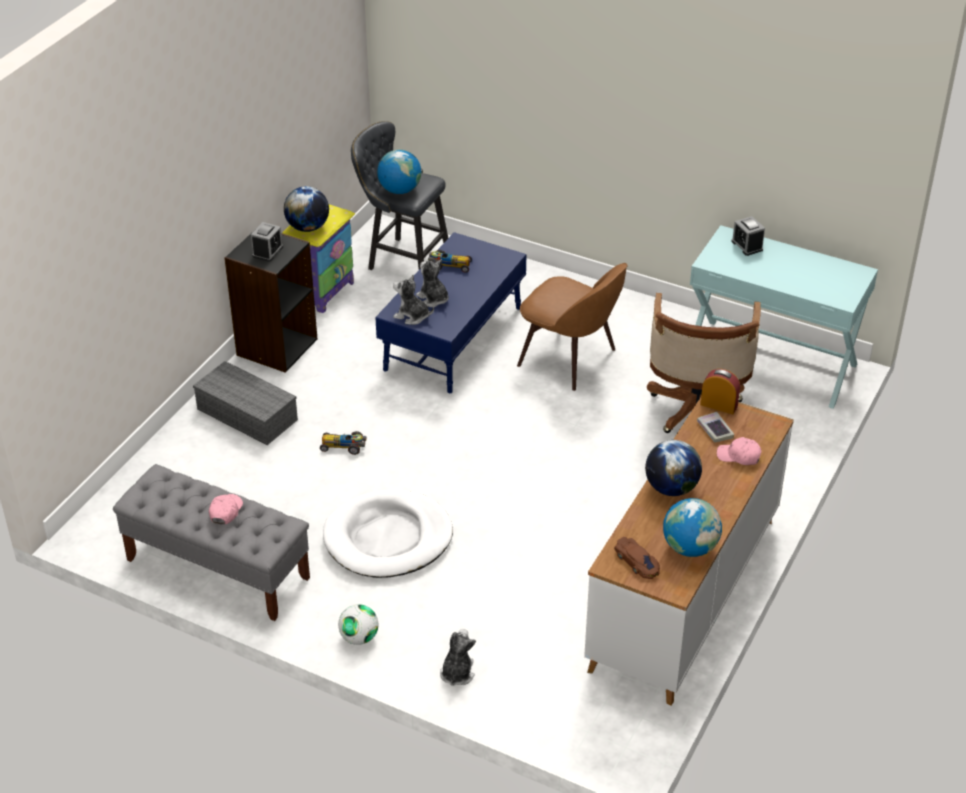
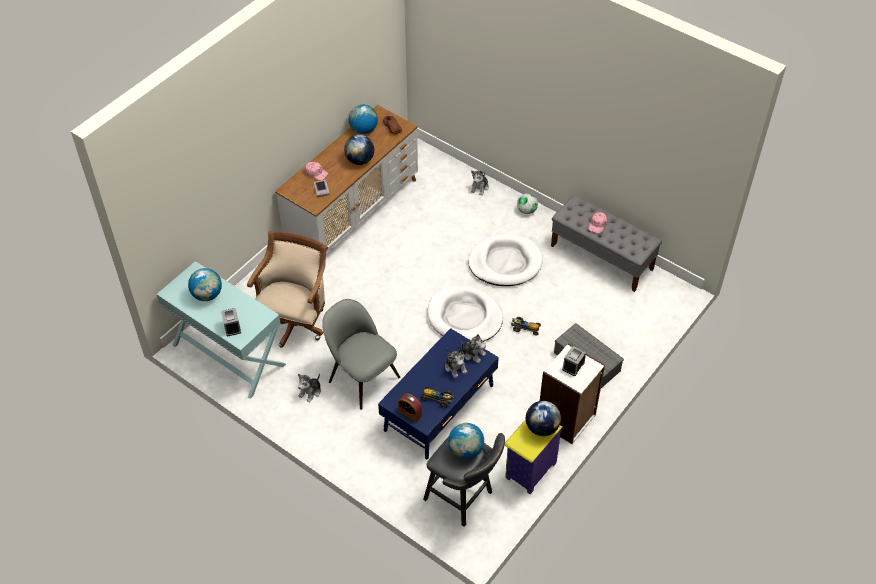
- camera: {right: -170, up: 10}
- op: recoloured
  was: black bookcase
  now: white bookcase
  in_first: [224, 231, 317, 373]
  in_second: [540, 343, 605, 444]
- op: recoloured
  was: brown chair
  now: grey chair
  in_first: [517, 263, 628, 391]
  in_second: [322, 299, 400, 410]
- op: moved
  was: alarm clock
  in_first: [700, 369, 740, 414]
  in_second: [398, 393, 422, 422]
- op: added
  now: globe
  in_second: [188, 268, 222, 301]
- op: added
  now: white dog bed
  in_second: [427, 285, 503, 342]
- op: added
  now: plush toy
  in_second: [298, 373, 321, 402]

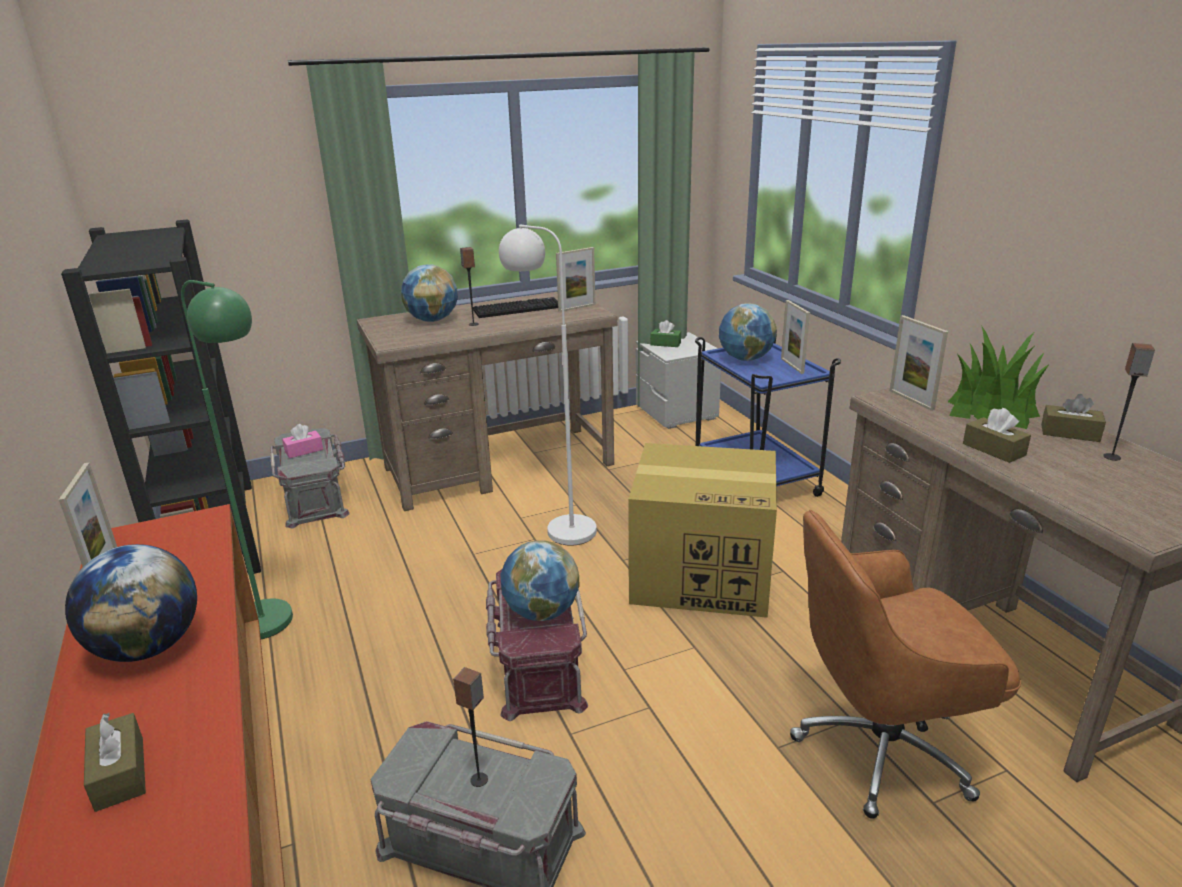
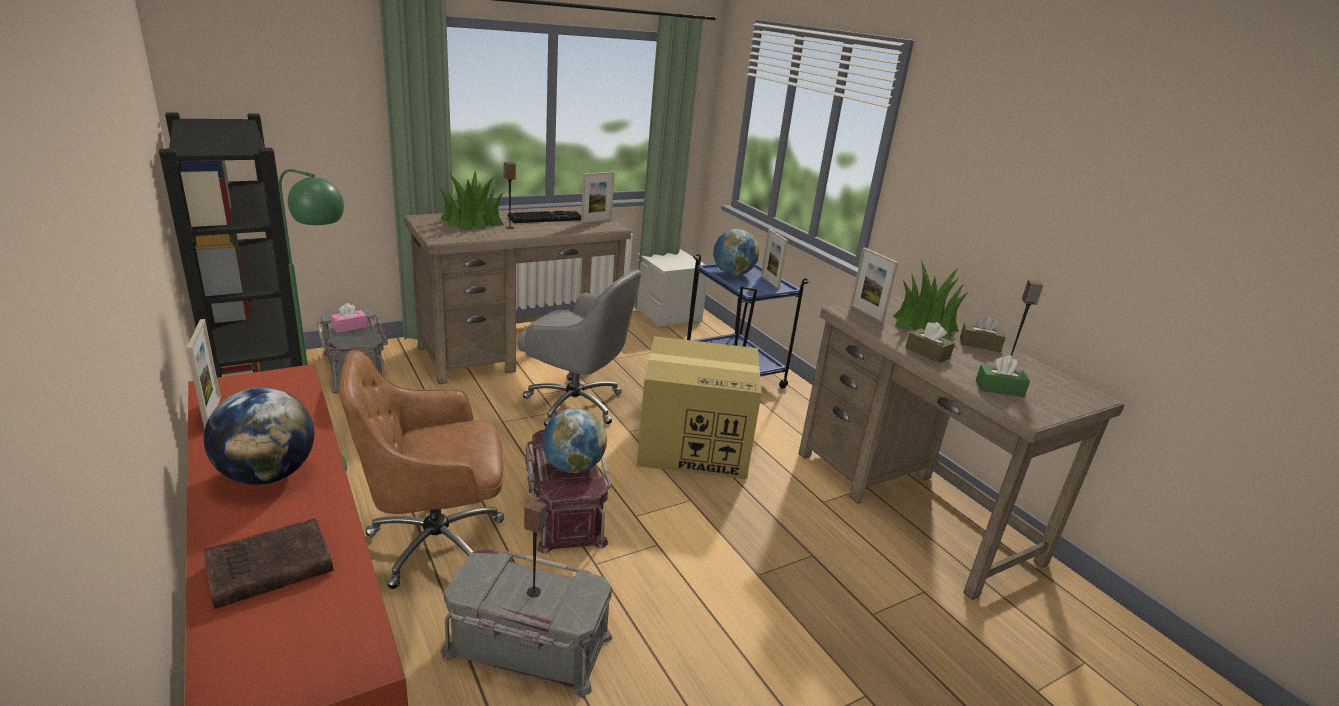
- camera: {right: -10, up: 0}
- op: replaced
  was: white floor lamp
  now: grey office chair
  in_first: [499, 225, 597, 546]
  in_second: [517, 269, 642, 427]
- op: replaced
  was: globe
  now: potted plant
  in_first: [401, 264, 458, 322]
  in_second: [440, 170, 504, 231]
- op: moved
  was: green tissue box
  in_first: [650, 320, 681, 347]
  in_second: [976, 355, 1030, 397]
- op: moved
  was: brown office chair
  in_first: [790, 509, 1021, 819]
  in_second: [339, 349, 505, 589]
- op: replaced
  was: brown tissue box
  now: brown book
  in_first: [84, 713, 146, 812]
  in_second: [203, 518, 333, 609]

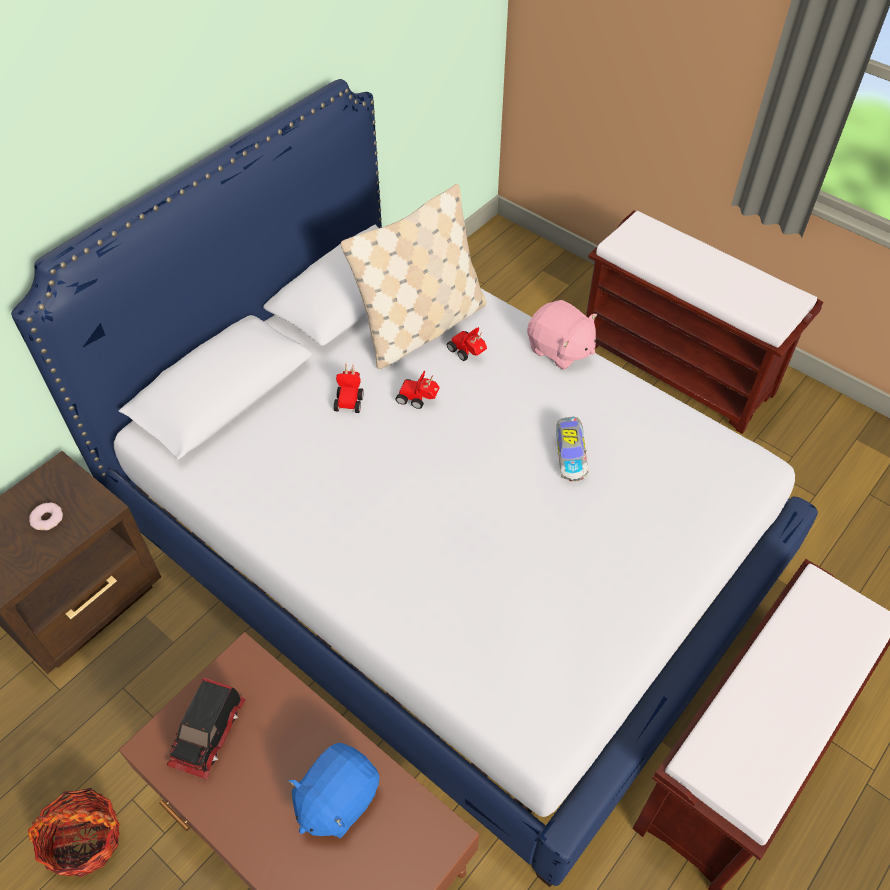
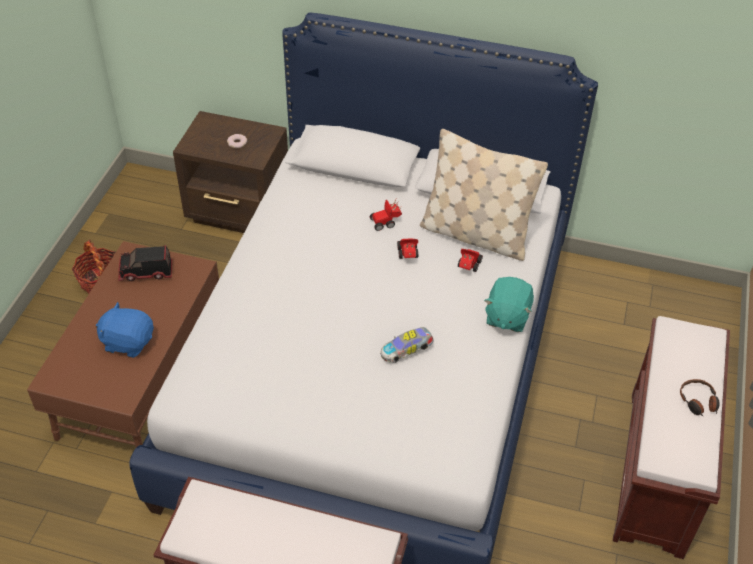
- camera: {right: 65, up: -5}
- op: recoloured
  was: pink plush toy
  now: turquoise plush toy
  in_first: [527, 300, 597, 370]
  in_second: [484, 277, 534, 332]
- op: added
  now: headphones
  in_second: [680, 379, 720, 417]

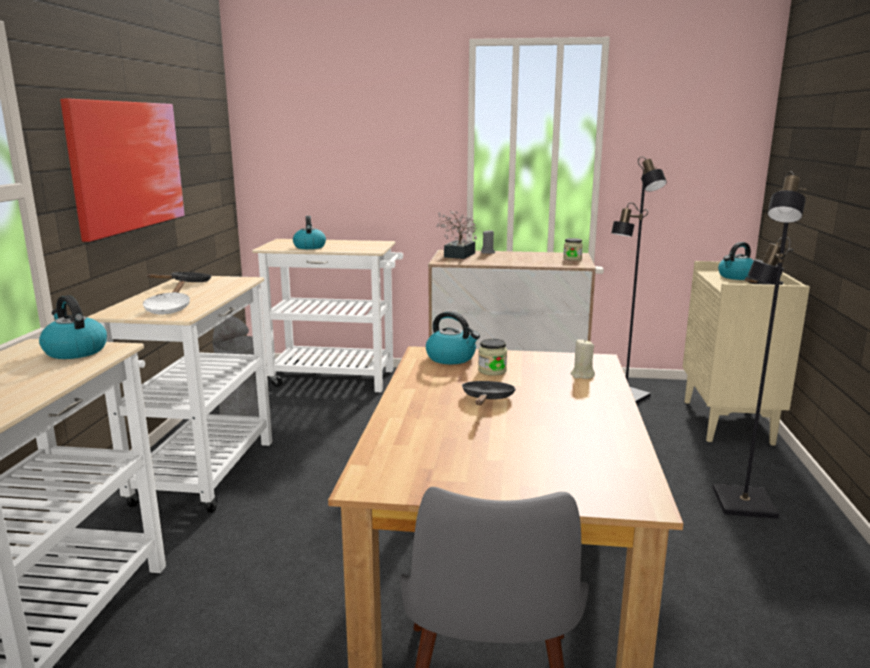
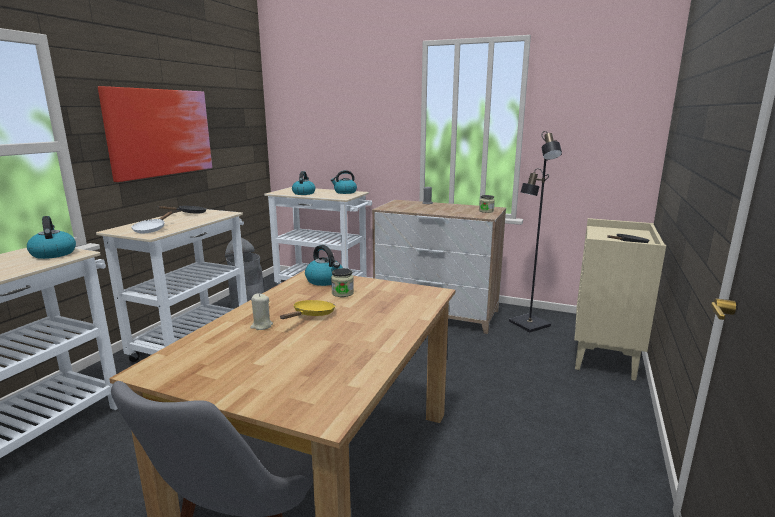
- camera: {right: 15, up: 0}
- op: removed
  was: black floor lamp
  in_first: [713, 171, 807, 519]
- op: removed
  was: potted plant
  in_first: [436, 211, 477, 259]
- op: moved
  was: kettle
  in_first: [718, 242, 754, 280]
  in_second: [331, 170, 357, 194]
- op: moved
  was: beige candle
  in_first: [570, 339, 595, 379]
  in_second: [250, 294, 273, 330]
- op: recoloured
  was: black frying pan
  now: yellow frying pan
  in_first: [462, 381, 516, 405]
  in_second: [280, 300, 335, 319]

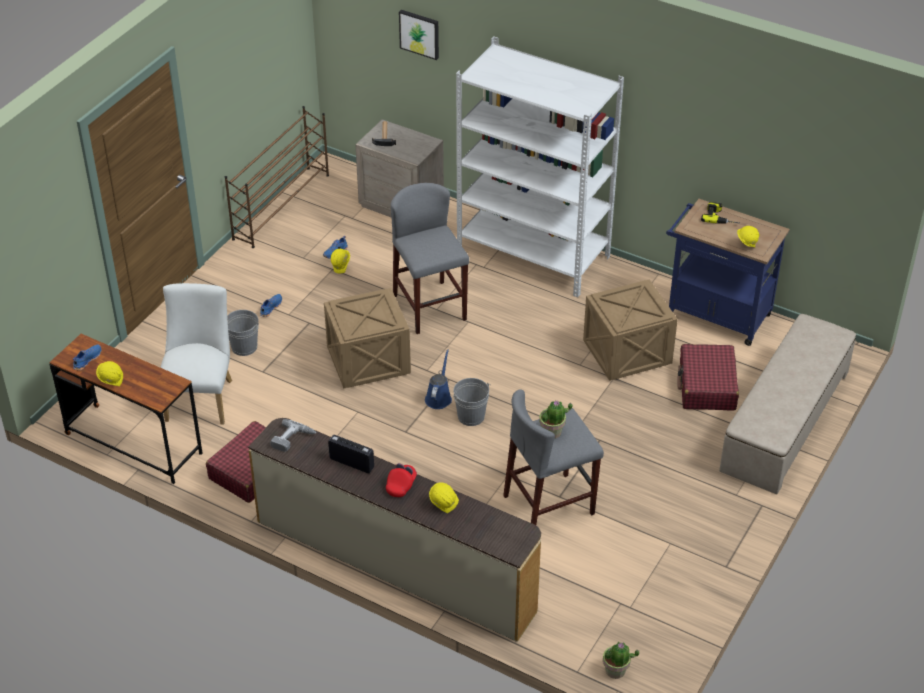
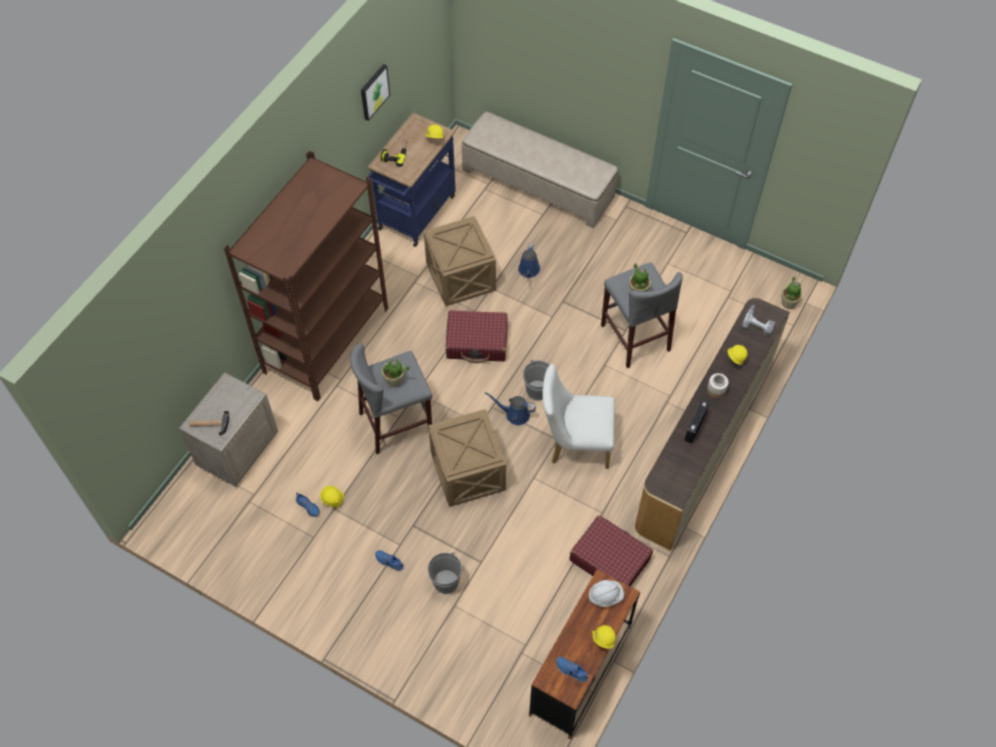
- camera: {right: -90, up: 15}
- op: moved
  was: picture
  in_first: [399, 10, 439, 60]
  in_second: [361, 64, 390, 121]
- op: recoloured
  was: white bookcase
  now: brown bookcase
  in_first: [456, 37, 624, 297]
  in_second: [224, 151, 388, 401]
- op: removed
  was: brown shoe rack
  in_first: [225, 106, 329, 248]
- op: moved
  was: white chair
  in_first: [160, 283, 232, 425]
  in_second: [542, 364, 615, 469]
- op: moved
  was: red suitcase
  in_first: [677, 344, 739, 411]
  in_second: [445, 310, 508, 363]
- op: moved
  was: power drill
  in_first: [270, 419, 316, 452]
  in_second: [742, 305, 775, 336]
- op: replaced
  was: red cap
  now: jar
  in_first: [386, 463, 417, 497]
  in_second: [707, 373, 729, 398]
- op: added
  now: blue watering can
  in_second: [518, 244, 540, 278]
- op: added
  now: potted plant
  in_second: [382, 359, 410, 387]
- op: added
  now: white hard hat
  in_second: [588, 580, 624, 607]

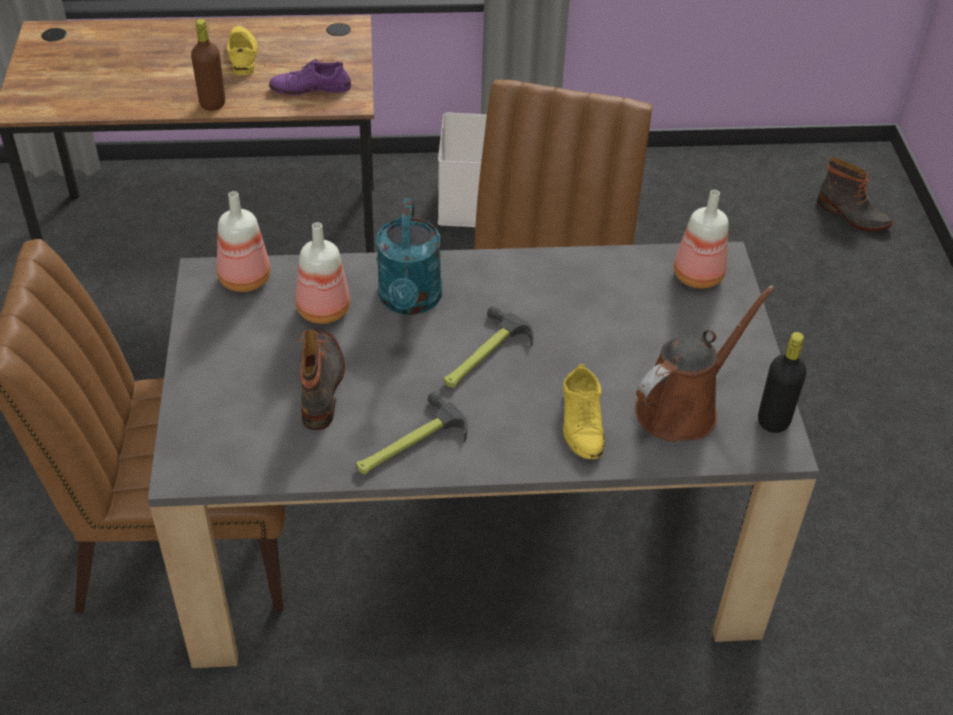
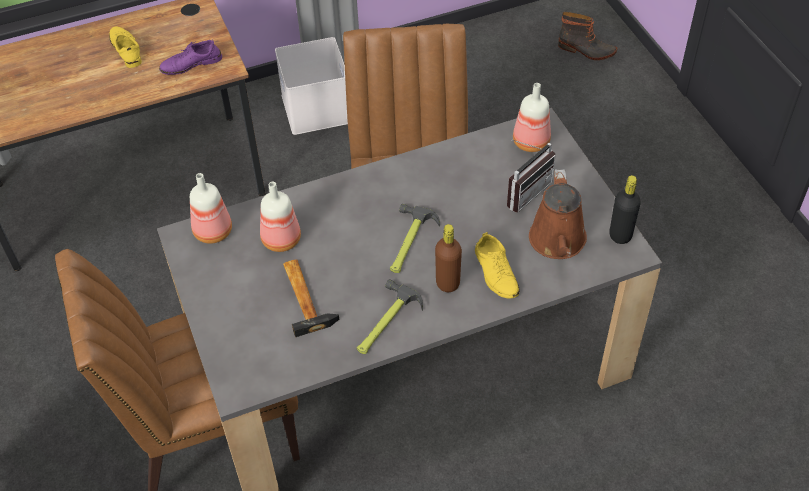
- camera: {right: -15, up: 5}
- op: moved
  was: brown bottle
  in_first: [191, 19, 225, 111]
  in_second: [435, 224, 462, 292]
- op: removed
  was: turquoise watering can
  in_first: [376, 199, 442, 315]
- op: turned
  was: brown watering can
  in_first: [635, 285, 775, 442]
  in_second: [529, 169, 587, 259]
  clockwise: 150
- op: replaced
  was: boot
  now: hammer
  in_first: [297, 329, 345, 430]
  in_second: [283, 260, 339, 337]
- op: added
  now: radio
  in_second: [507, 140, 556, 212]

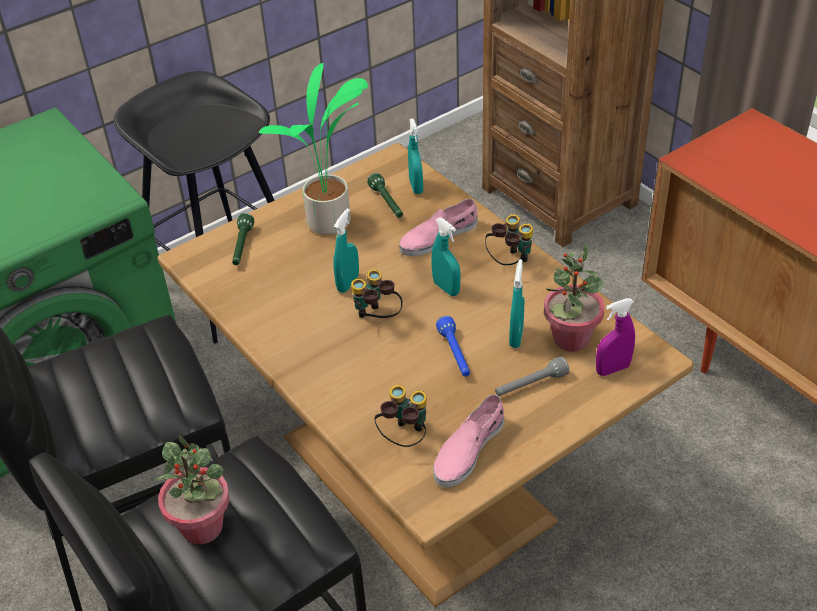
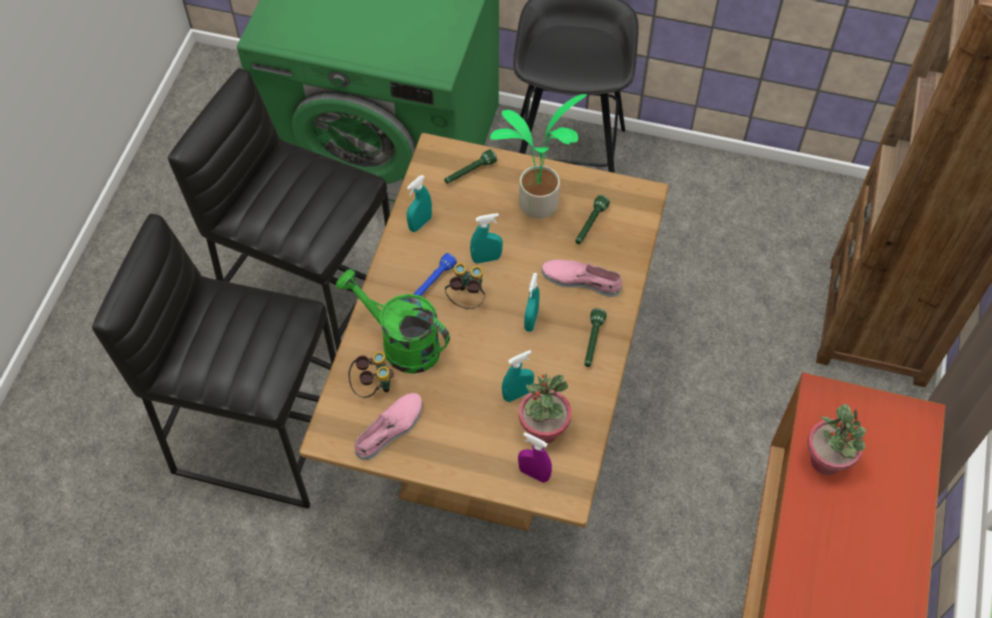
- camera: {right: 50, up: 15}
- op: moved
  was: turquoise spray bottle
  in_first: [408, 118, 423, 194]
  in_second: [407, 175, 432, 232]
- op: replaced
  was: binoculars
  now: green flashlight
  in_first: [485, 215, 533, 265]
  in_second: [584, 308, 607, 367]
- op: moved
  was: blue flashlight
  in_first: [436, 316, 470, 377]
  in_second: [413, 253, 457, 296]
- op: removed
  was: grey flashlight
  in_first: [495, 357, 569, 396]
- op: turned
  was: pink shoe
  in_first: [433, 395, 504, 487]
  in_second: [355, 393, 422, 460]
  clockwise: 135
- op: moved
  was: potted plant
  in_first: [155, 436, 230, 544]
  in_second: [807, 404, 866, 475]
- op: added
  now: green watering can
  in_second: [336, 269, 450, 374]

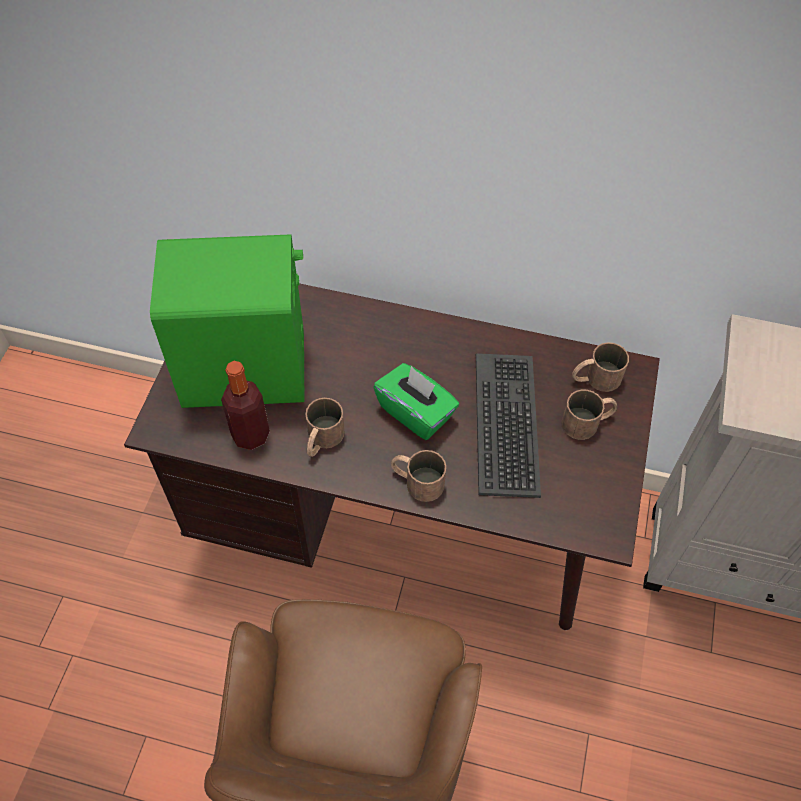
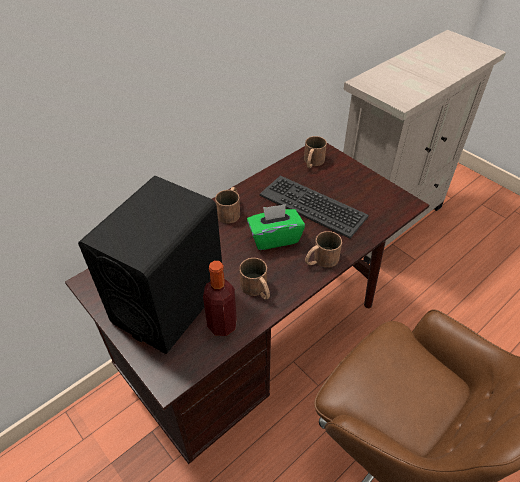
- camera: {right: -55, up: -10}
- op: recoloured
  was: green speaker
  now: black speaker
  in_first: [150, 234, 304, 408]
  in_second: [78, 176, 222, 354]
- op: moved
  was: brown mug
  in_first: [561, 390, 617, 440]
  in_second: [215, 187, 240, 223]

